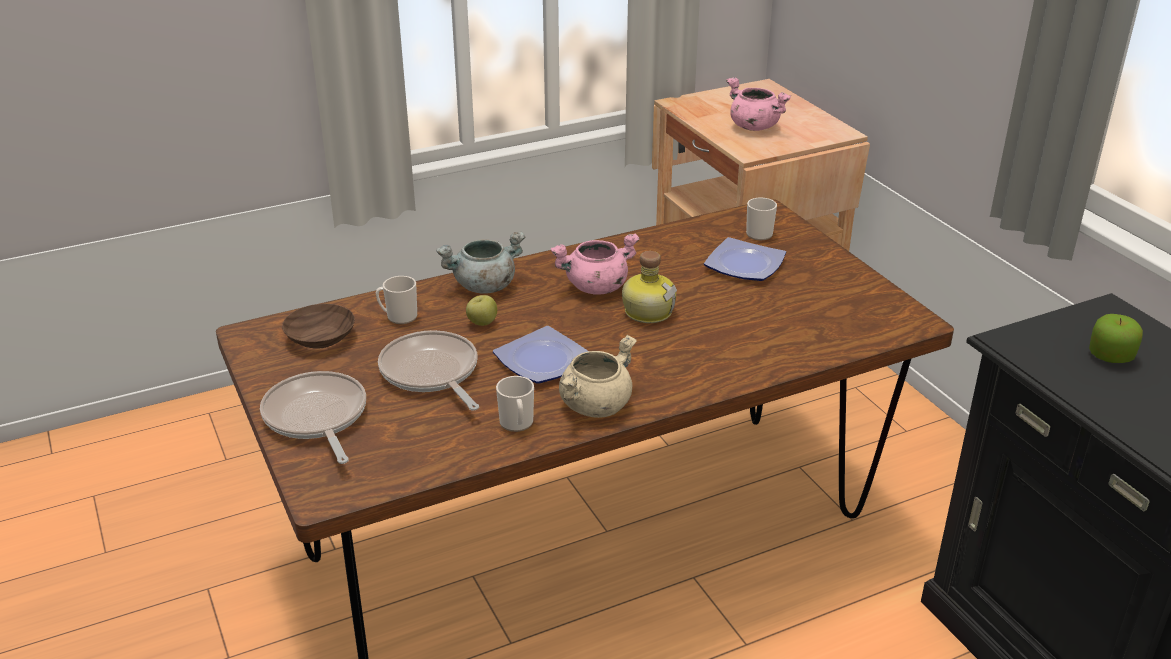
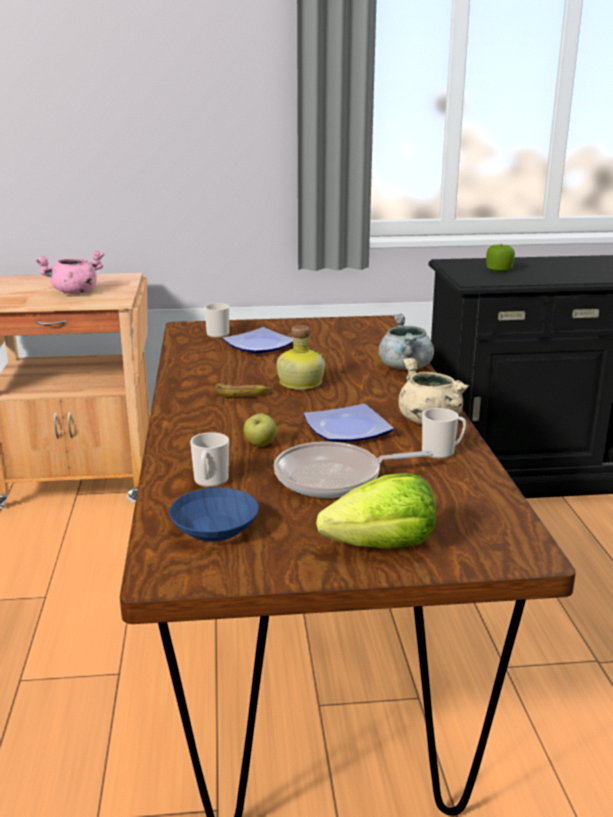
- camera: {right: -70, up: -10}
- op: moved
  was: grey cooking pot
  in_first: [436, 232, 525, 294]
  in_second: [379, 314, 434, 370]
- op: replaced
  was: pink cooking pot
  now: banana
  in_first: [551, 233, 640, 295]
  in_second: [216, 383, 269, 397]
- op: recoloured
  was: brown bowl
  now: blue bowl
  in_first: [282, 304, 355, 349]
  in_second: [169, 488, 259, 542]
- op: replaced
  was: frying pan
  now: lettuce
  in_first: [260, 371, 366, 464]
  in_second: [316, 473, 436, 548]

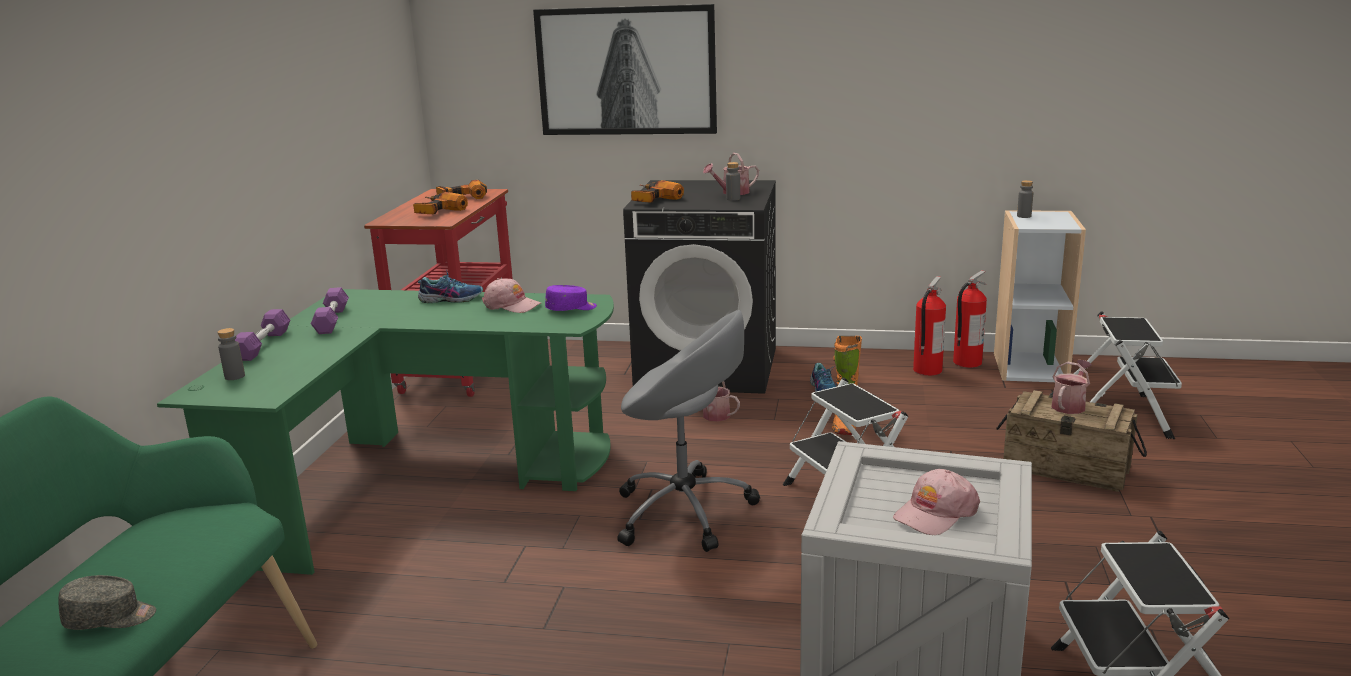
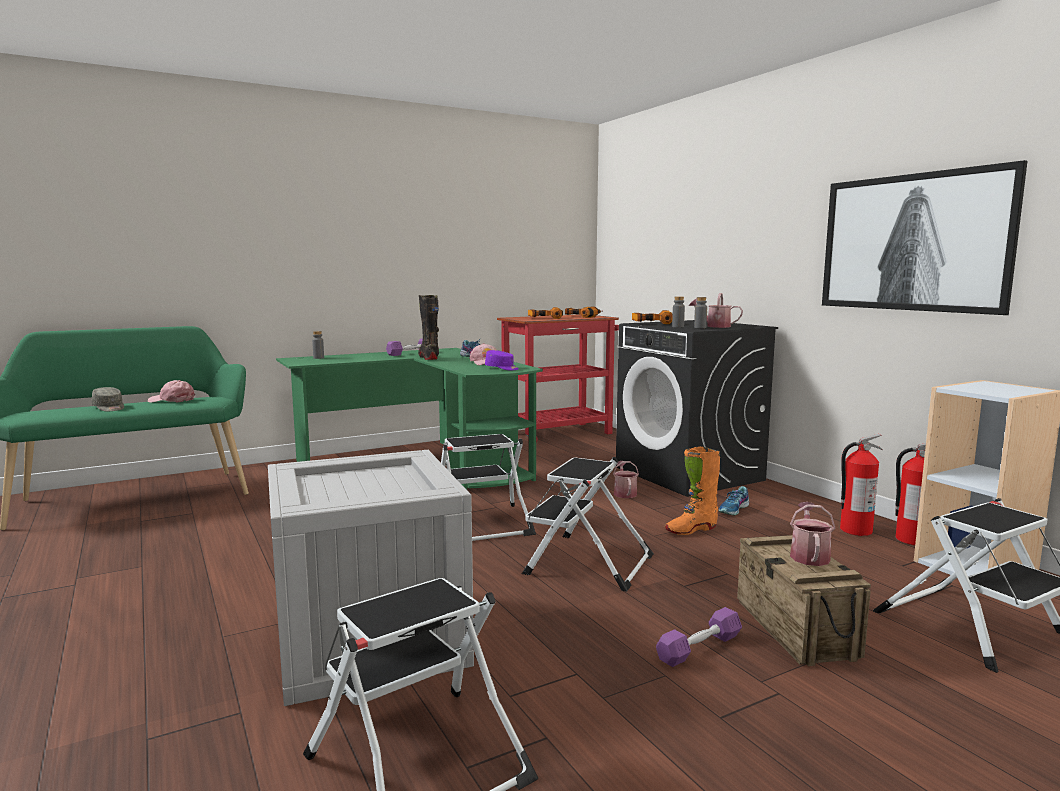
- camera: {right: 50, up: -10}
- op: moved
  was: picture
  in_first: [533, 4, 717, 135]
  in_second: [822, 160, 1028, 315]
- op: moved
  was: grey bottle
  in_first: [1017, 180, 1033, 218]
  in_second: [672, 297, 685, 327]
- op: moved
  was: purple dumbbell
  in_first: [235, 309, 290, 361]
  in_second: [656, 607, 742, 667]
- op: replaced
  was: grey office chair
  now: step ladder
  in_first: [617, 310, 760, 552]
  in_second: [441, 434, 536, 541]
- op: turned
  was: watering can
  in_first: [1052, 360, 1092, 414]
  in_second: [790, 502, 835, 566]
  clockwise: -75
- op: moved
  was: pink cap
  in_first: [893, 469, 980, 535]
  in_second: [148, 380, 195, 403]
- op: added
  now: black boot
  in_second: [418, 295, 439, 360]

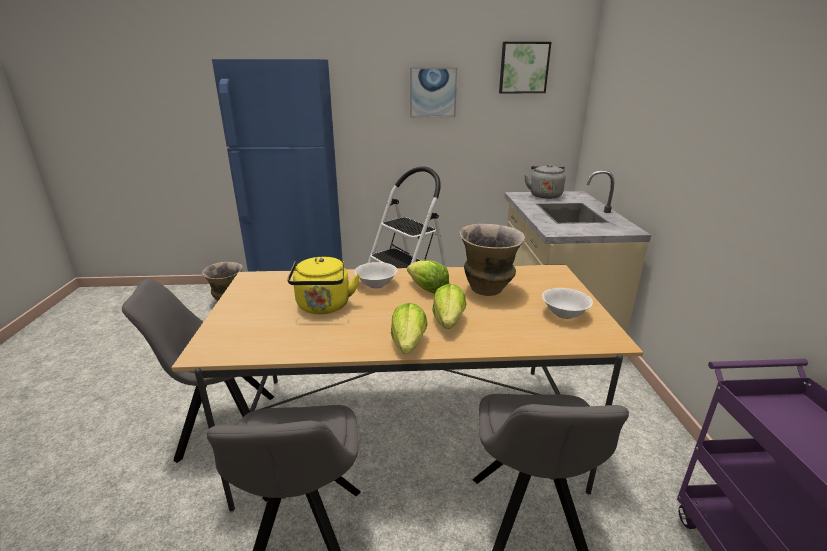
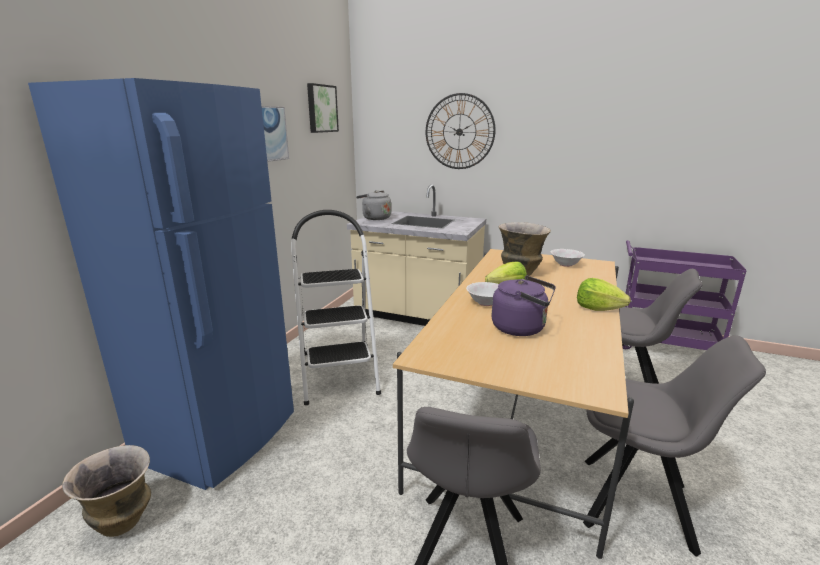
- camera: {right: -65, up: -5}
- op: recoloured
  was: yellow kettle
  now: purple kettle
  in_first: [287, 257, 360, 314]
  in_second: [492, 275, 556, 336]
- op: removed
  was: lettuce
  in_first: [432, 284, 466, 329]
- op: added
  now: wall clock
  in_second: [426, 93, 496, 169]

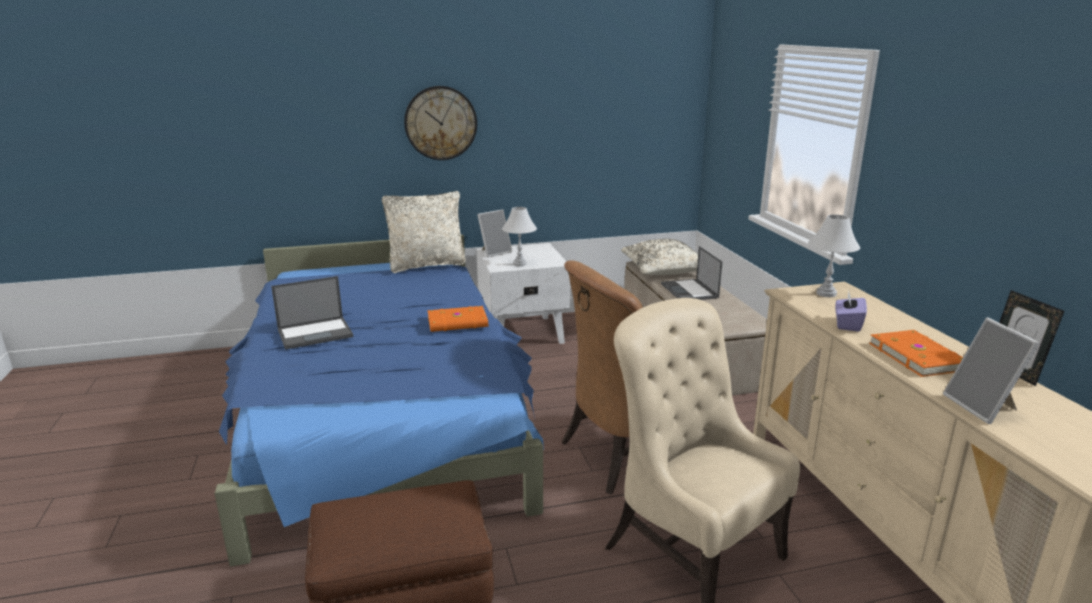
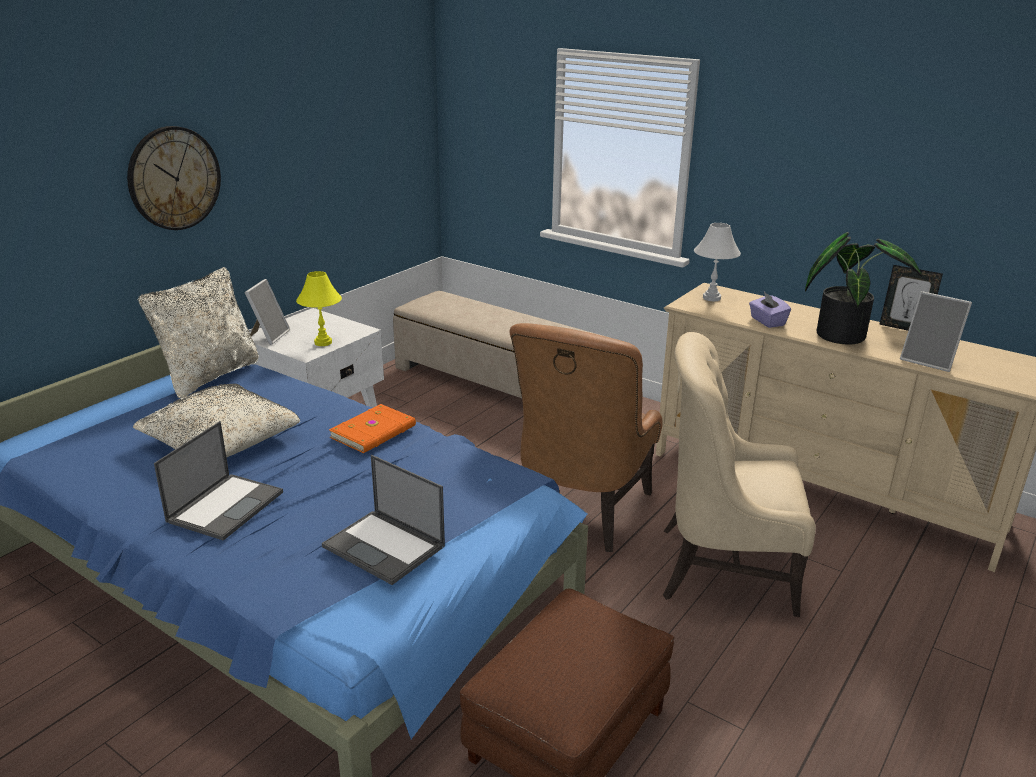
- camera: {right: -40, up: 5}
- op: recoloured
  was: white table lamp
  now: yellow table lamp
  in_first: [502, 207, 537, 266]
  in_second: [296, 271, 342, 346]
- op: moved
  was: beige pillow
  in_first: [621, 239, 698, 275]
  in_second: [133, 383, 300, 458]
- op: moved
  was: laptop
  in_first: [661, 246, 723, 300]
  in_second: [322, 455, 445, 585]
- op: replaced
  was: orange book
  now: potted plant
  in_first: [869, 330, 963, 377]
  in_second: [805, 232, 922, 344]

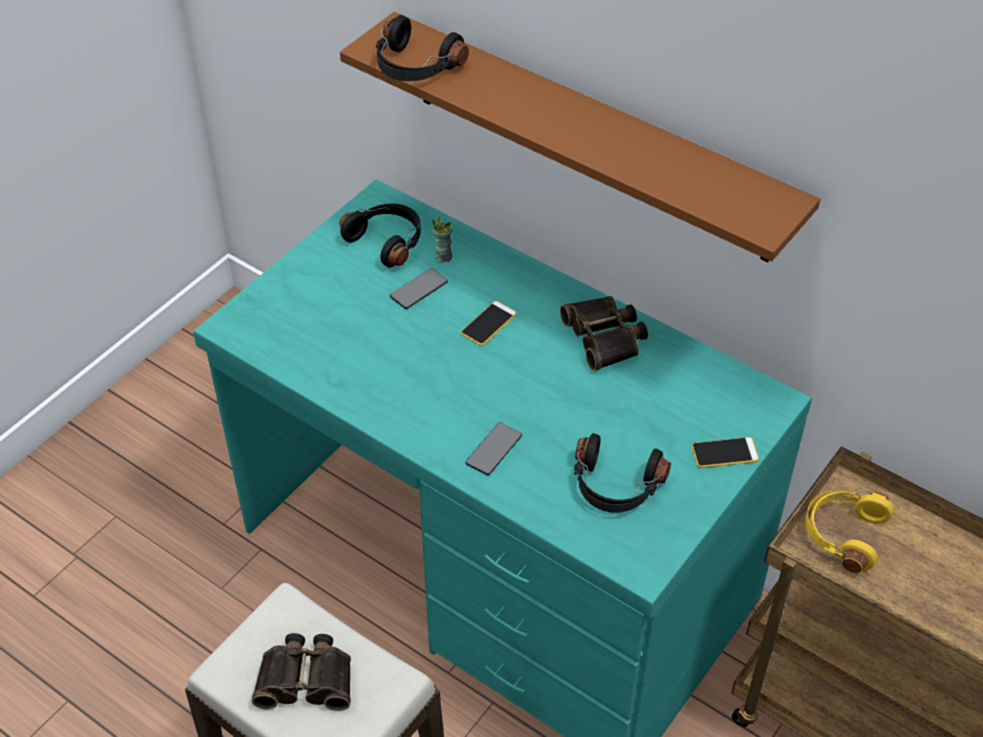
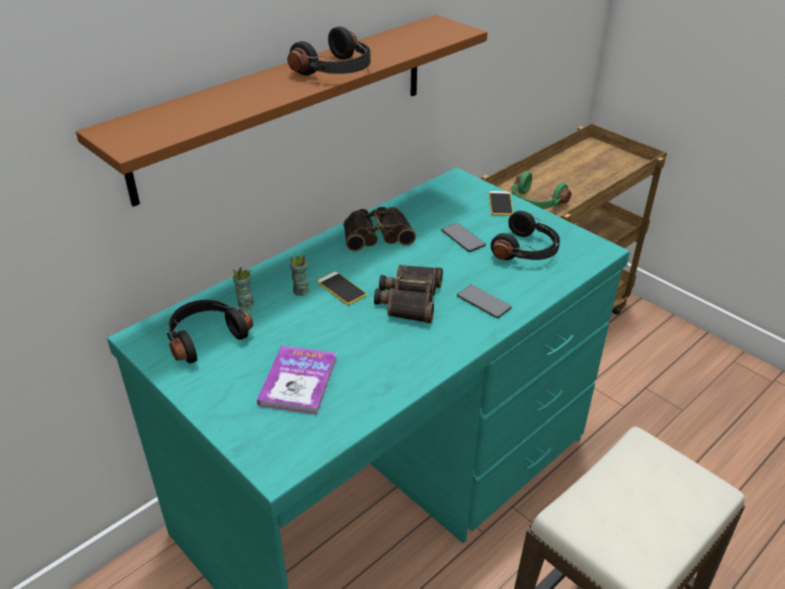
- camera: {right: -80, up: -10}
- op: moved
  was: black headphones
  in_first: [376, 15, 469, 81]
  in_second: [287, 26, 371, 76]
- op: moved
  was: phone
  in_first: [390, 268, 448, 309]
  in_second: [441, 223, 486, 252]
- op: recoloured
  was: yellow headphones
  now: green headphones
  in_first: [805, 490, 894, 573]
  in_second: [511, 171, 572, 209]
- op: moved
  was: binoculars
  in_first: [252, 633, 351, 711]
  in_second: [374, 265, 443, 323]
- op: added
  now: cup
  in_second: [290, 254, 310, 296]
- op: added
  now: book
  in_second: [257, 346, 337, 414]

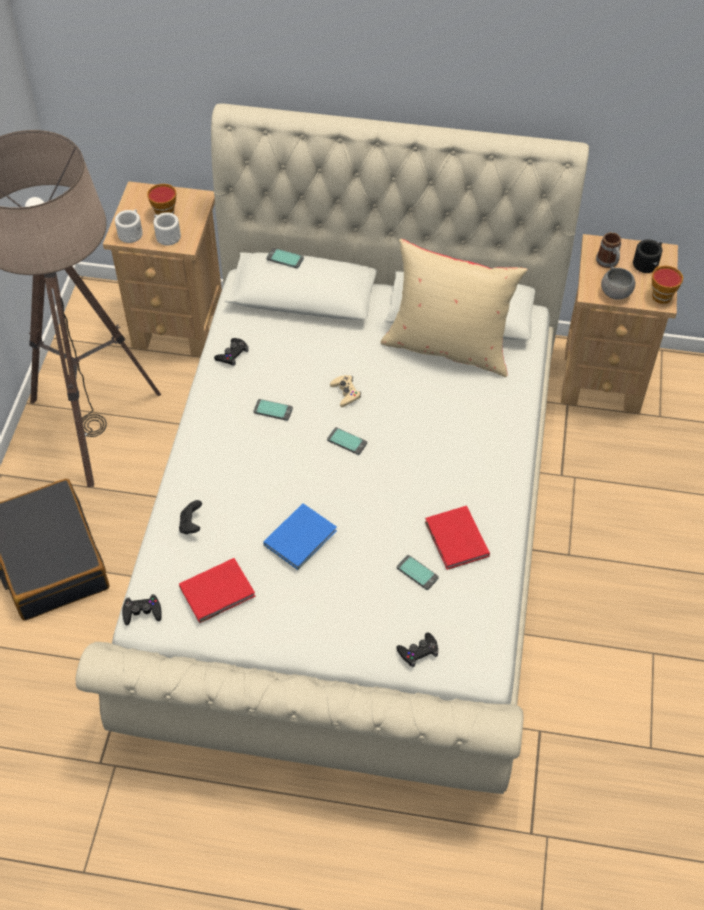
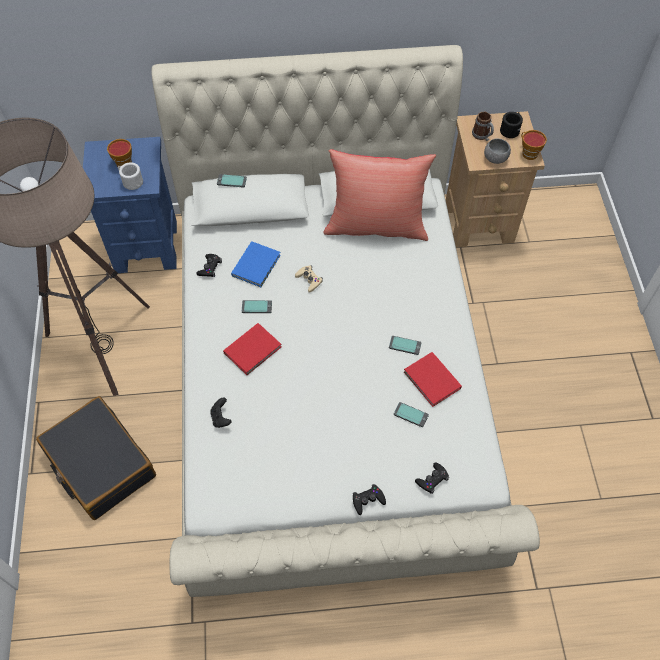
- camera: {right: -15, up: 5}
- op: recoloured
  was: beige nightstand
  now: blue nightstand
  in_first: [103, 181, 222, 357]
  in_second: [83, 137, 177, 273]
- op: removed
  was: white mug
  in_first: [115, 209, 143, 243]
- op: recoloured
  was: beige pillow
  now: red pillow
  in_first: [380, 239, 528, 377]
  in_second: [323, 149, 436, 241]
- op: moved
  was: phone
  in_first: [327, 427, 367, 455]
  in_second: [389, 336, 421, 355]
- op: moved
  was: blue book
  in_first: [263, 503, 337, 570]
  in_second: [231, 241, 281, 287]
- op: moved
  was: red book
  in_first: [179, 558, 255, 623]
  in_second: [223, 323, 282, 375]
- op: moved
  was: black game controller
  in_first: [122, 594, 162, 626]
  in_second: [353, 484, 386, 515]

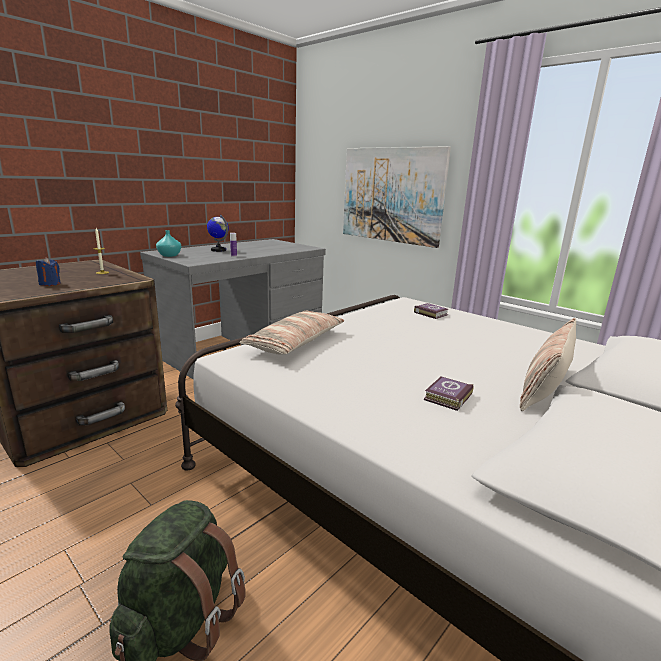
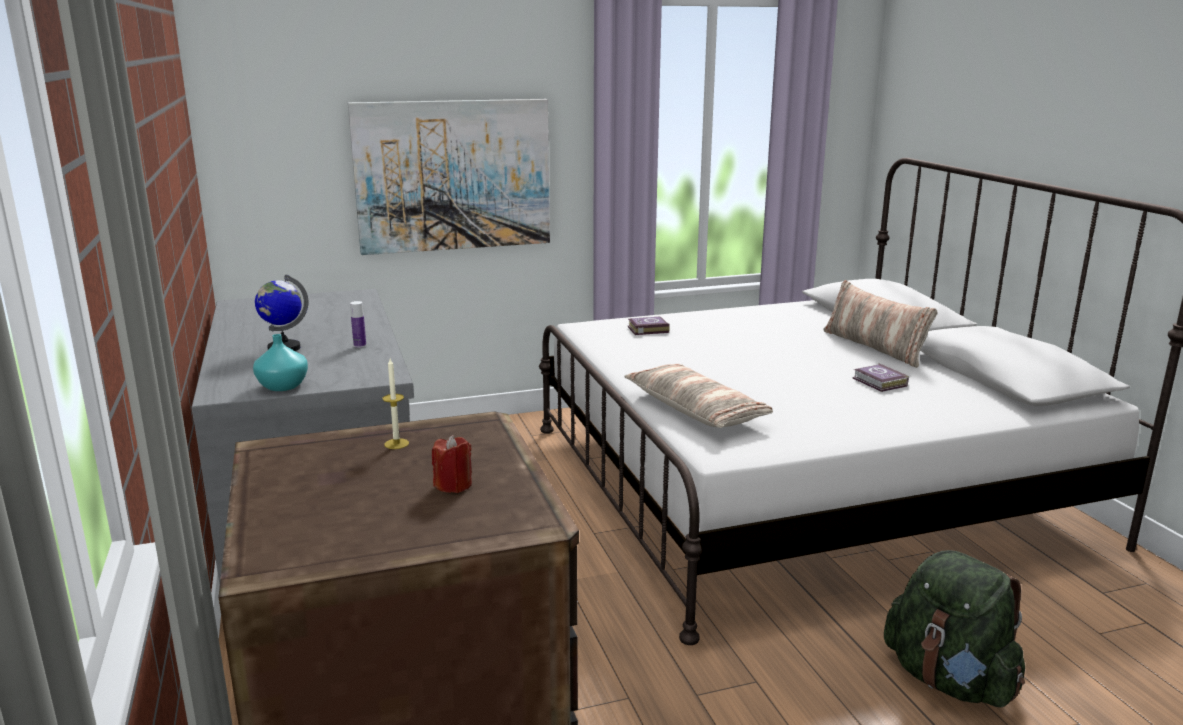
- camera: {right: -60, up: 0}
- op: recoloured
  was: blue candle
  now: red candle
  in_first: [36, 257, 61, 286]
  in_second: [432, 435, 472, 493]

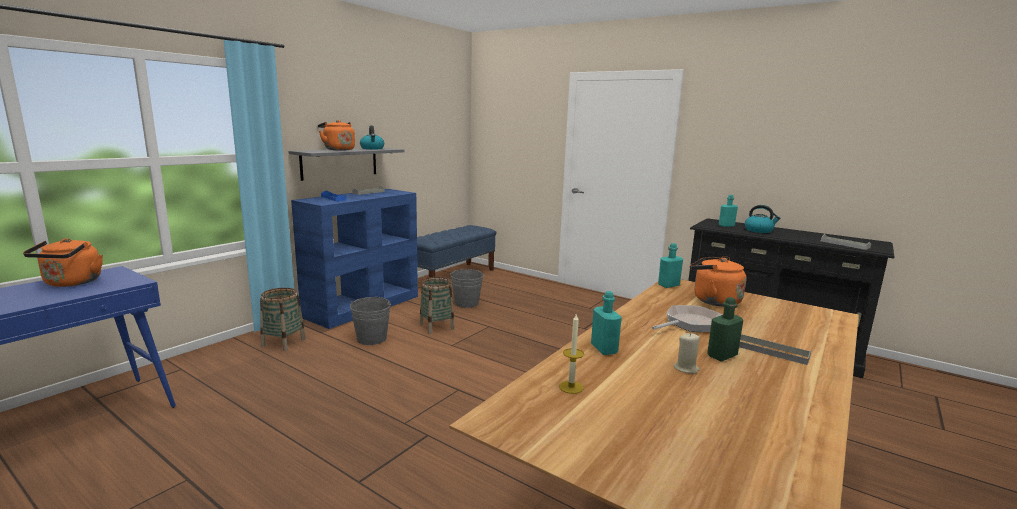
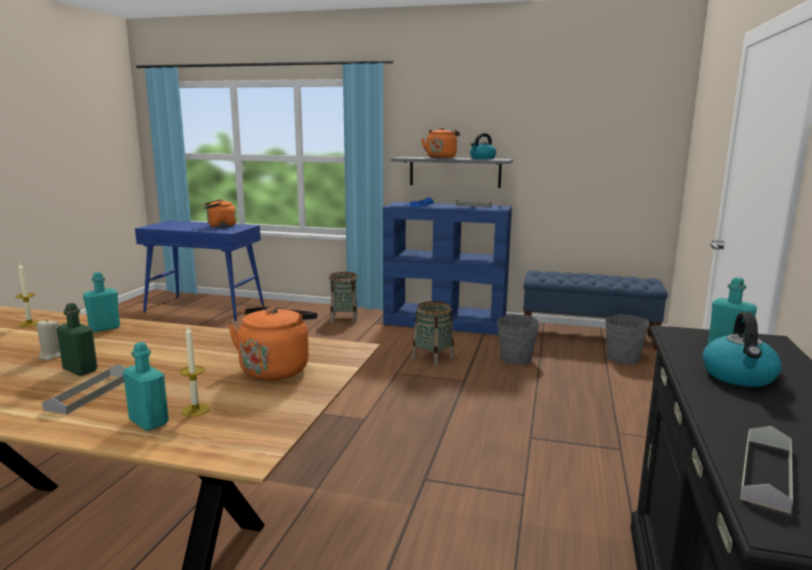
- camera: {right: 70, up: 0}
- op: moved
  was: turquoise bottle
  in_first: [658, 243, 683, 288]
  in_second: [123, 342, 169, 431]
- op: moved
  was: grey bucket
  in_first: [350, 297, 391, 345]
  in_second: [605, 313, 649, 364]
- op: removed
  was: frying pan
  in_first: [652, 305, 723, 332]
- op: added
  now: candle
  in_second: [180, 326, 210, 416]

